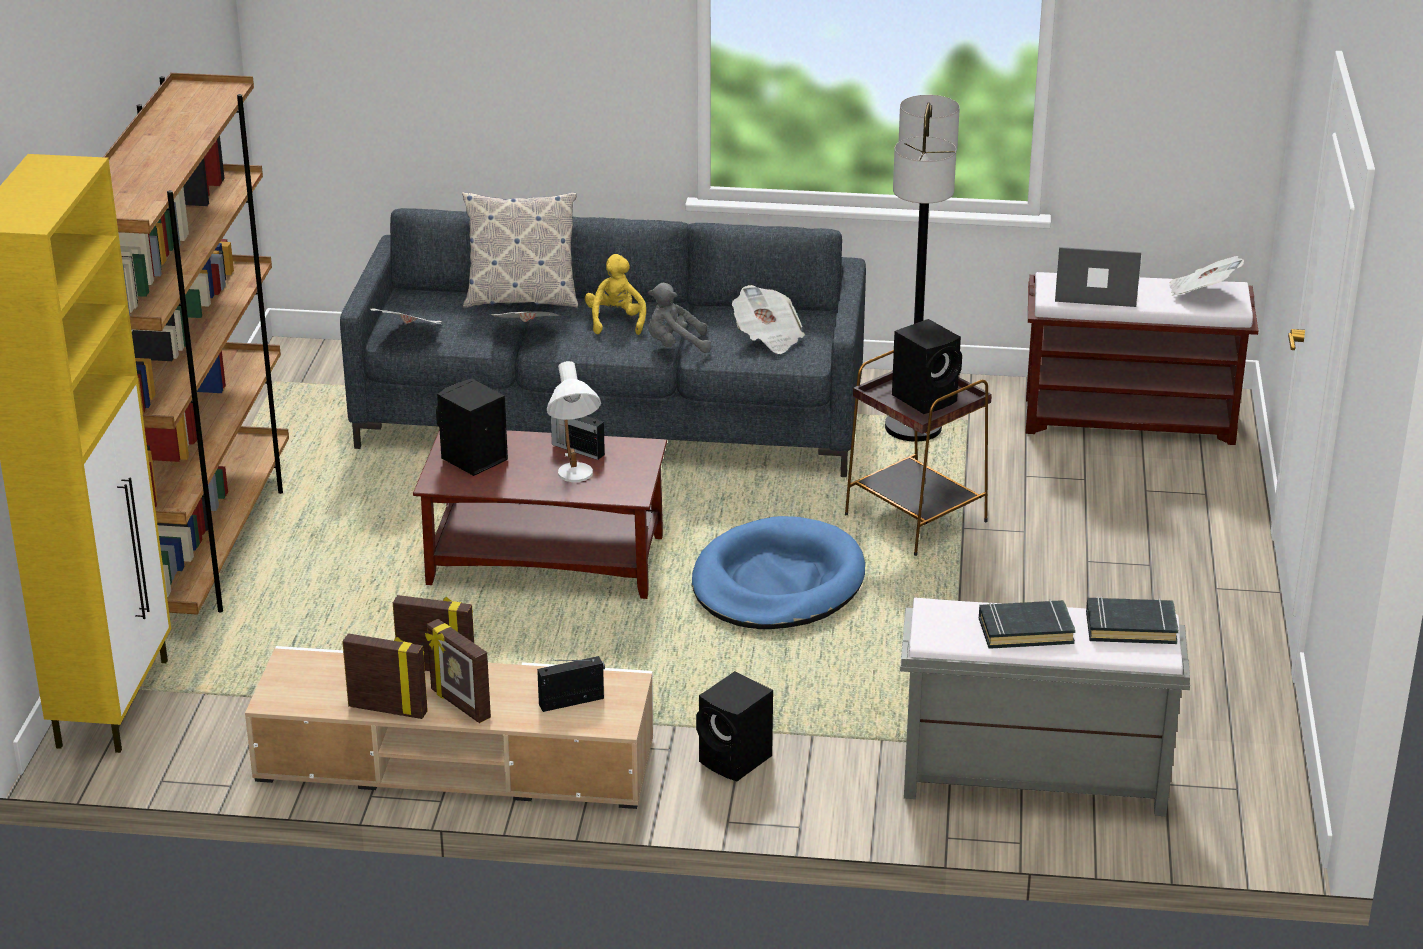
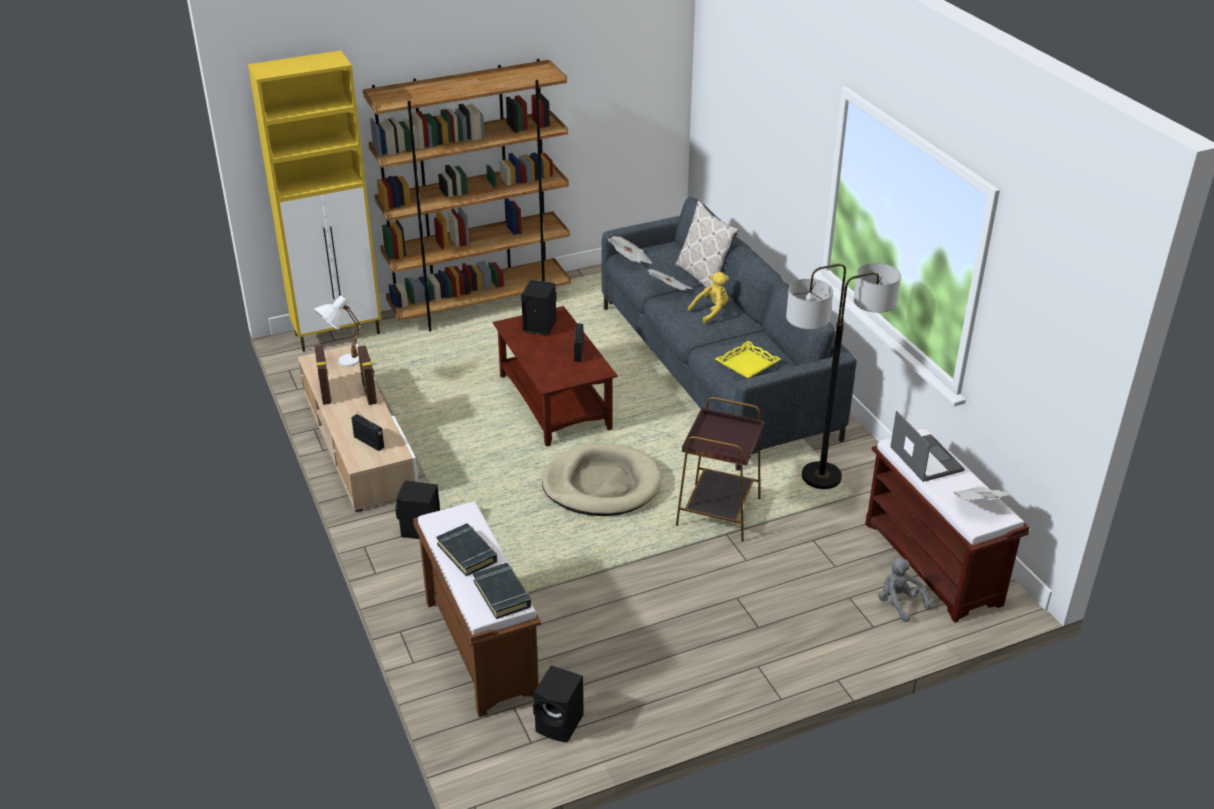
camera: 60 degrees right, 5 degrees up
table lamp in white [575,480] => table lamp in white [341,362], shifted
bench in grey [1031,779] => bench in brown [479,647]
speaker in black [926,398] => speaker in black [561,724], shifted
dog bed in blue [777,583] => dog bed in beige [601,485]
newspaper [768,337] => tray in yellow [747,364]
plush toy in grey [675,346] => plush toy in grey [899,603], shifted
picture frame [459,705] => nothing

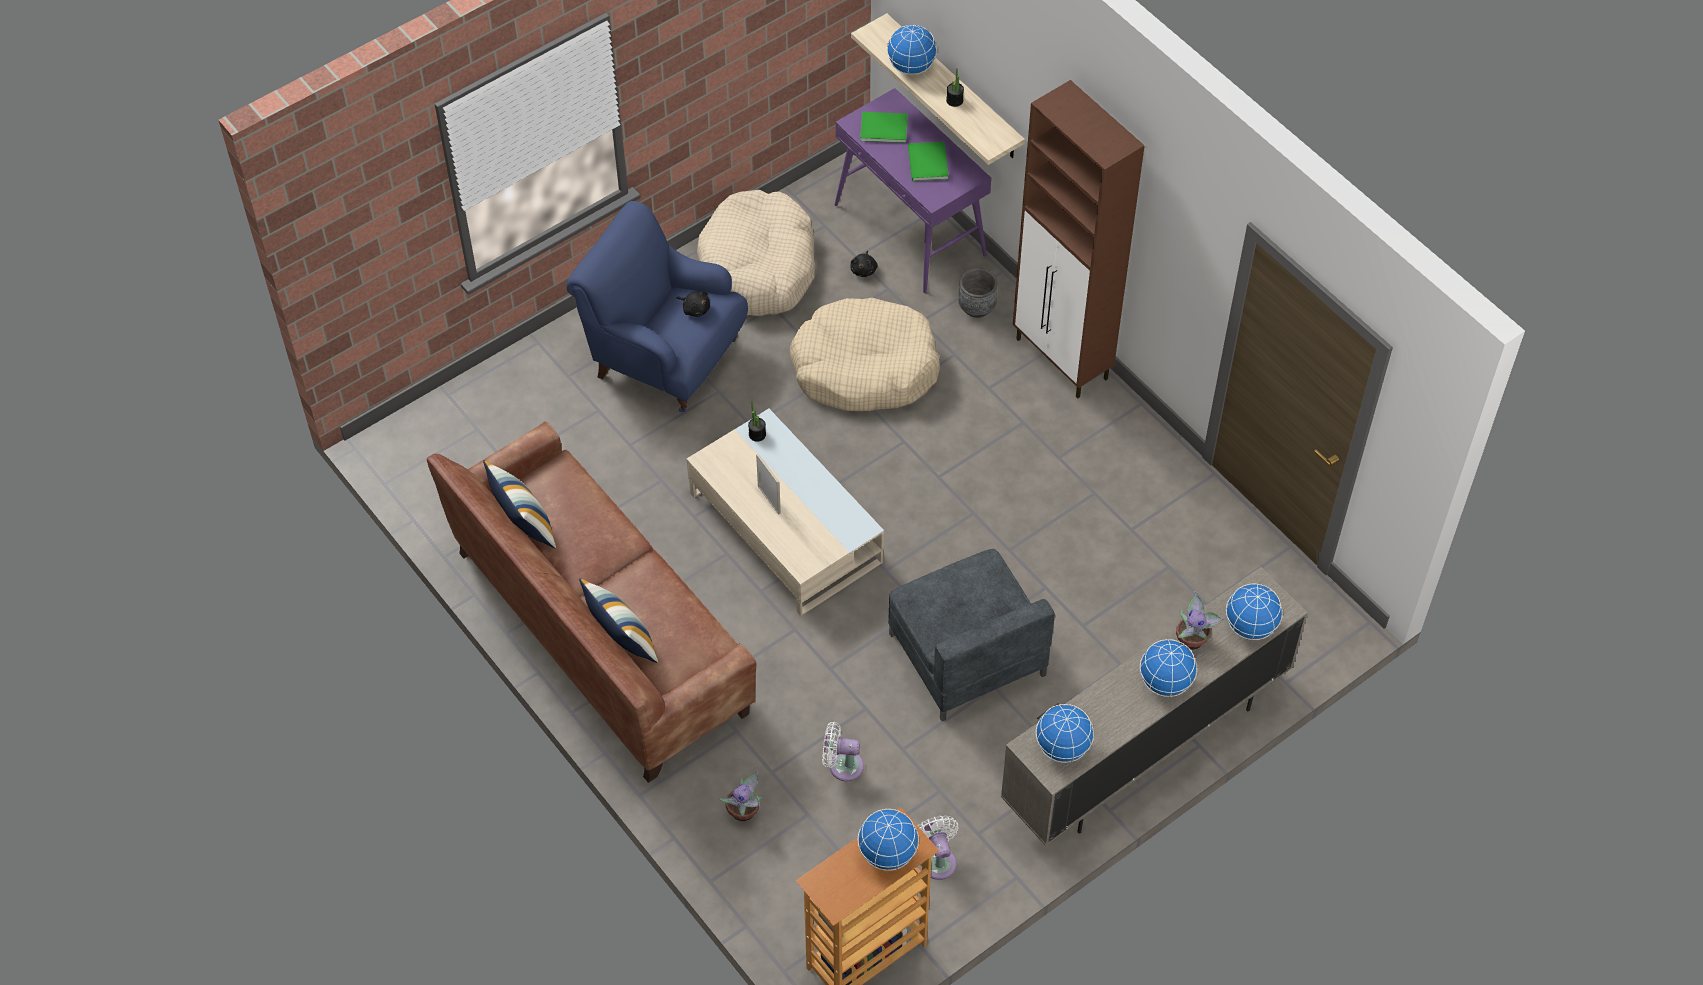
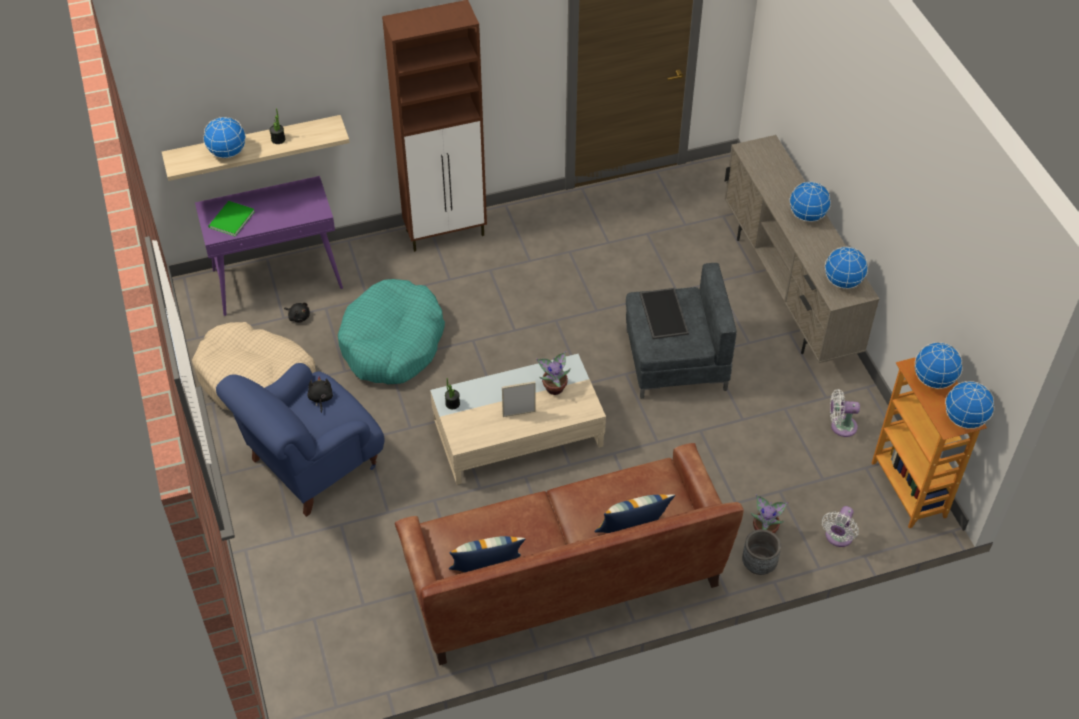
camera: 70 degrees left, 5 degrees down
plush toy in black [695,309] => plush toy in black [320,398], 60 degrees counterclockwise
dog bed in beige [864,368] => dog bed in turquoise [392,343]
potted plant [1193,639] => potted plant [554,387], shifted
nothing => tray [662,313]
planter in grey [976,307] => planter in grey [758,564], shifted
fan in white [842,765] => fan in white [838,537], shifted
globe [1250,627] => globe [964,419], shifted
book in green [926,164] => nothing

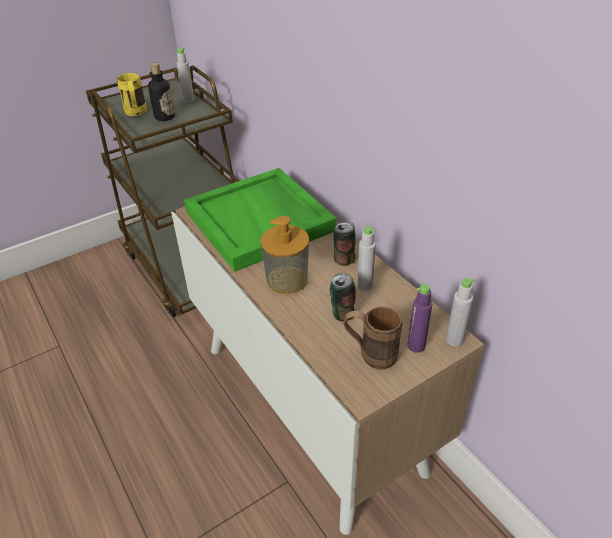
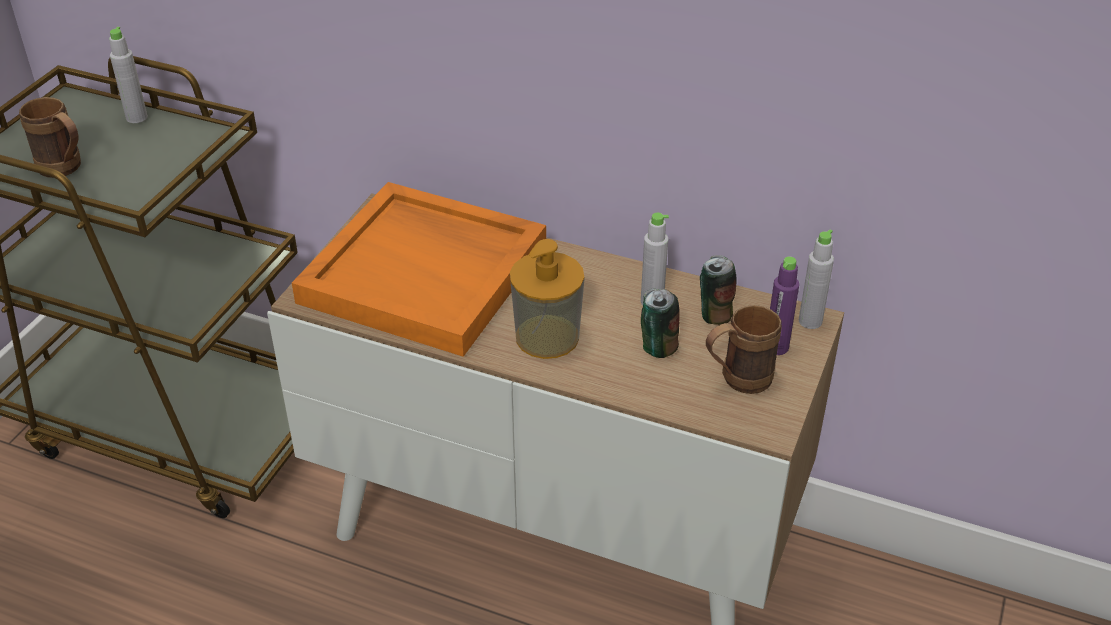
camera: 35 degrees left, 0 degrees up
mug in yellow [136,113] => mug in brown [66,170]
tray in green [261,221] => tray in orange [426,273]
can [344,259] => can [714,314], shifted
bottle [164,117] => nothing

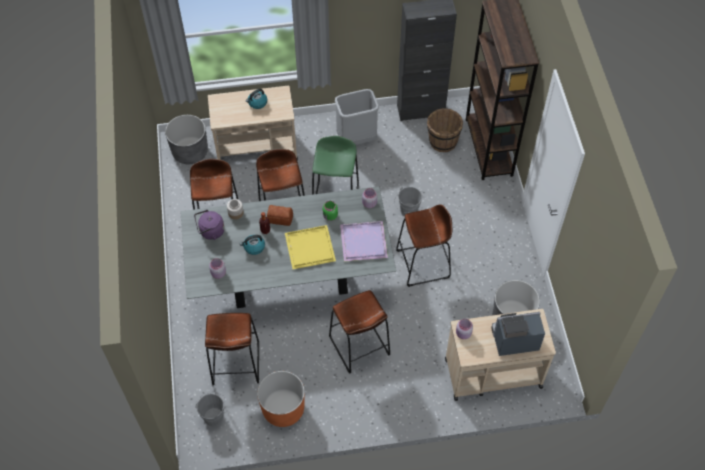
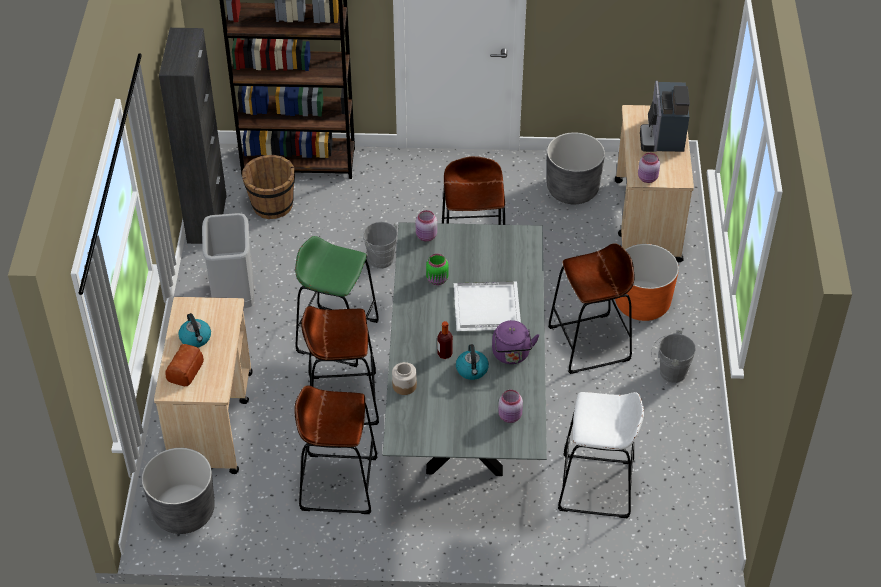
camera: 80 degrees left, 10 degrees down
bread [280,218] => bread [186,370], shifted
tray in yellow [309,247] => tray in white [485,309]
kettle in purple [210,232] => kettle in purple [511,355], shifted
stool in brown [235,363] => stool in white [596,486]
planter in orange [283,409] => planter in orange [642,303], shifted
bucket in grey [214,415] => bucket in grey [669,372], shifted
tray in purple [363,243] => nothing

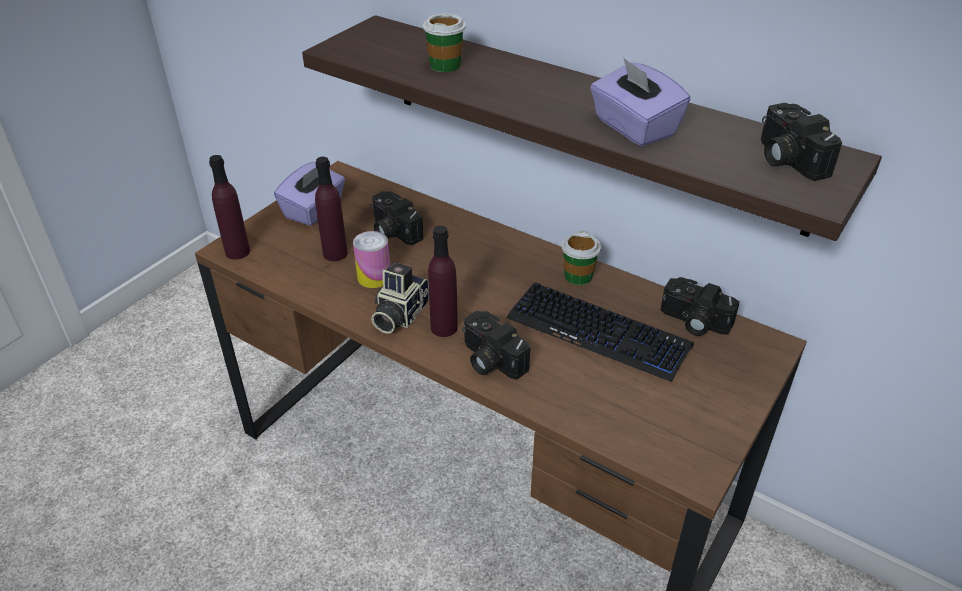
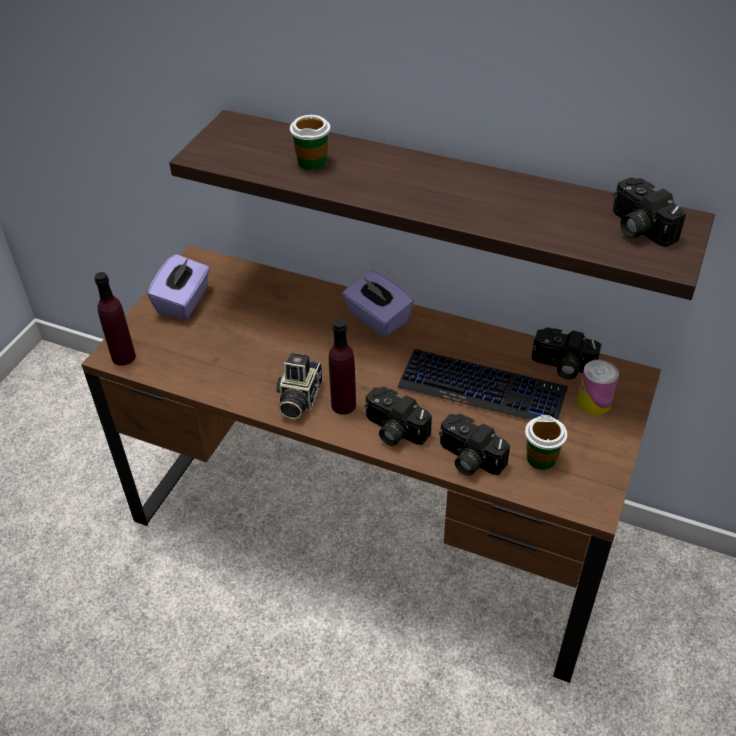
camera: 10 degrees left, 5 degrees up
tissue box in purple [633,128] => tissue box in purple [377,319], shifted
photo camera [392,231] => photo camera [468,459], shifted
cup [578,276] => cup [541,458], shifted
can [374,277] => can [594,403], shifted
bottle in purple [335,254] => nothing

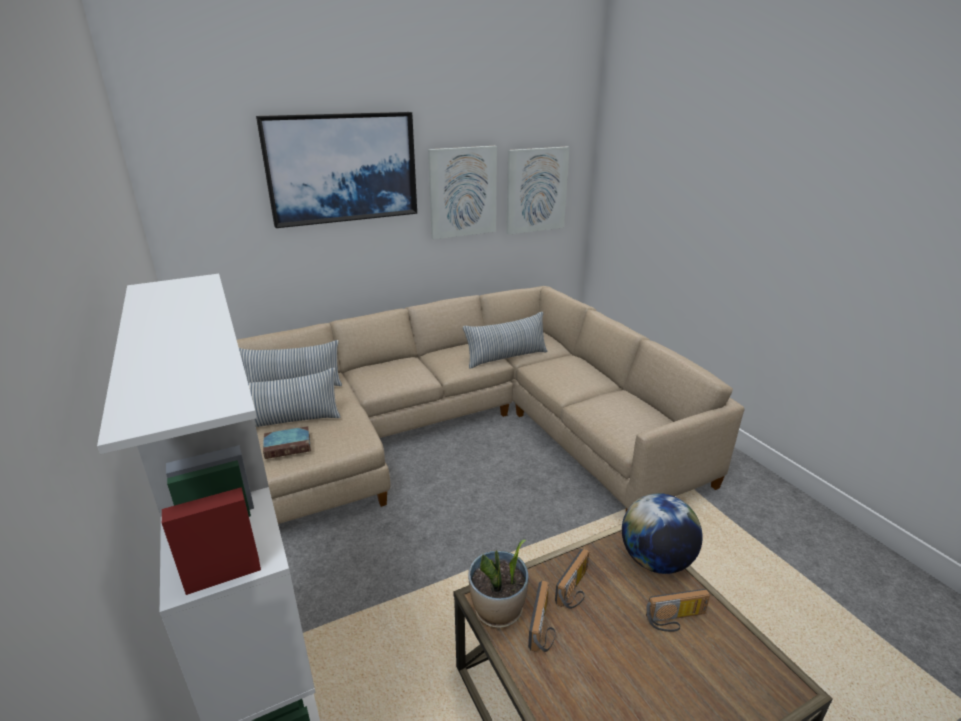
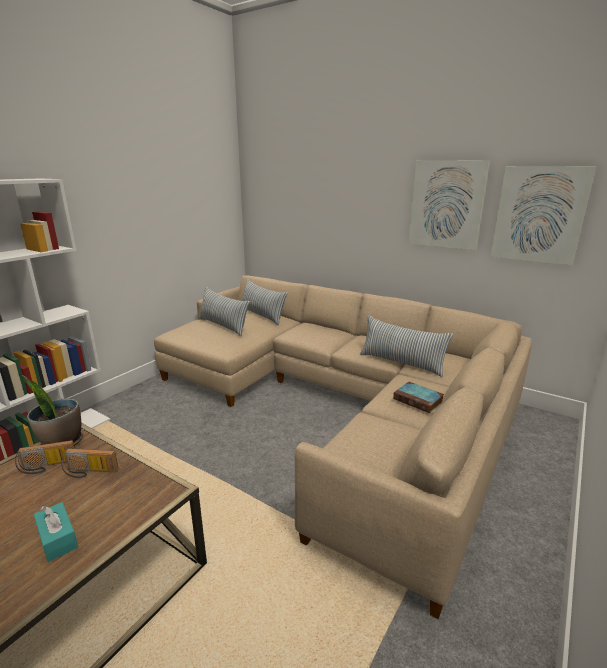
camera: 60 degrees right, 5 degrees down
radio [676,620] => tissue box in turquoise [58,538]
book [289,445] => book [419,400], shifted
picture [342,168] => nothing
globe [655,560] => nothing

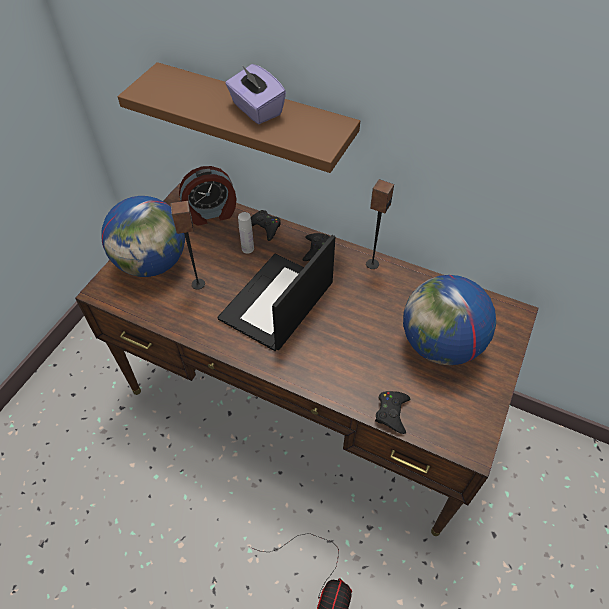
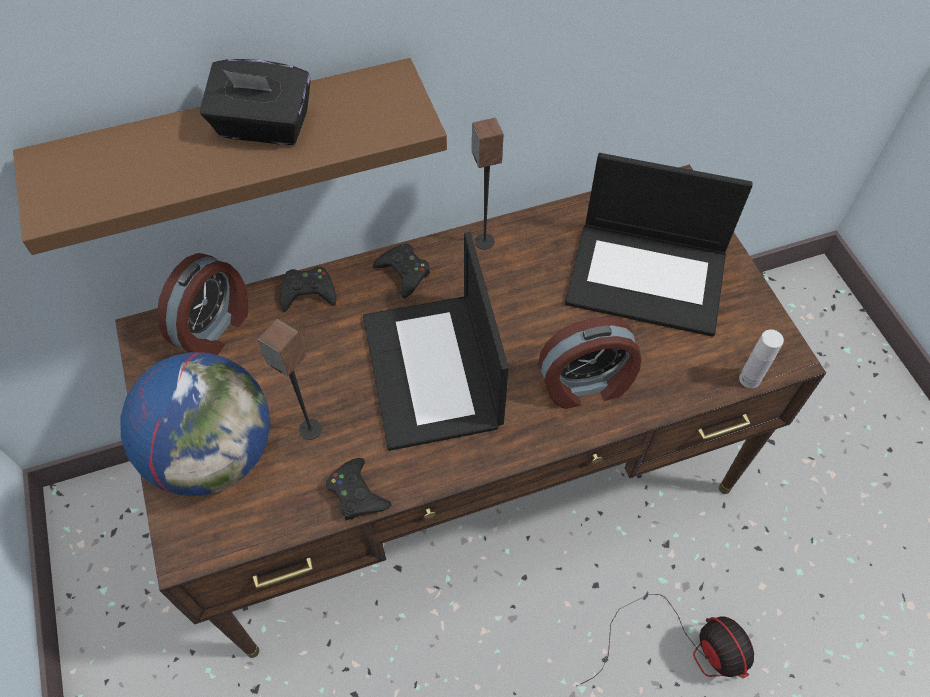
camera: 45 degrees left, 5 degrees up
tissue box in purple [256,109] => tissue box in black [263,127]
game controller in black [392,413] => game controller in black [357,493], shifted
nothing => alarm clock [586,385]
globe [440,345] => laptop [648,277]
bottle in white [247,248] => bottle in white [749,379], shifted

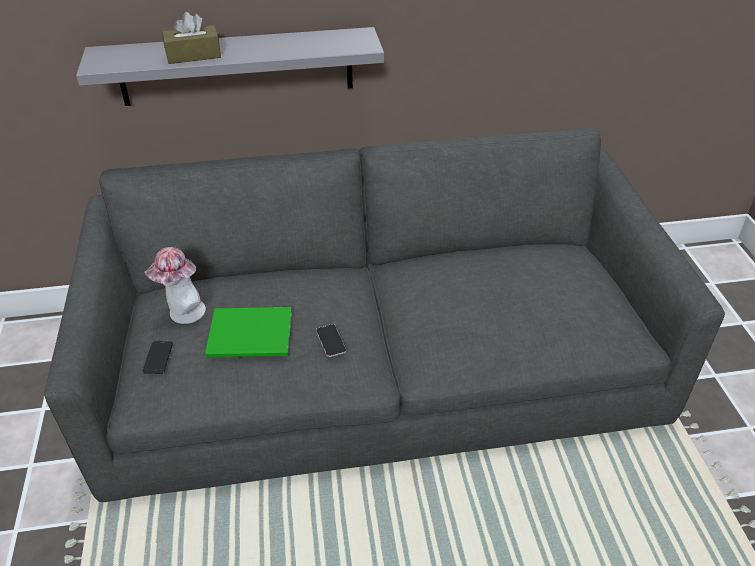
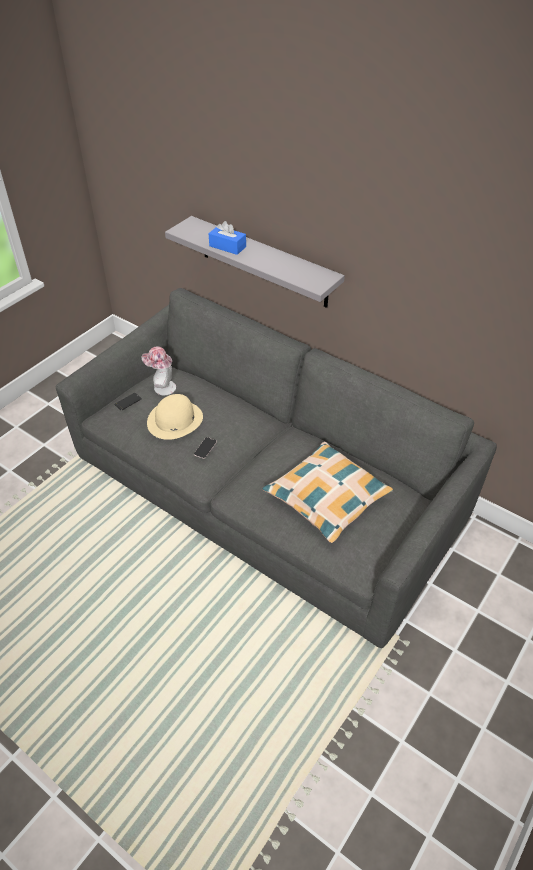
camera: 45 degrees right, 5 degrees up
book in green [253,336] => hat in beige [175,420]
tissue box in brown [193,55] => tissue box in blue [227,246]
nothing => pillow [326,497]

